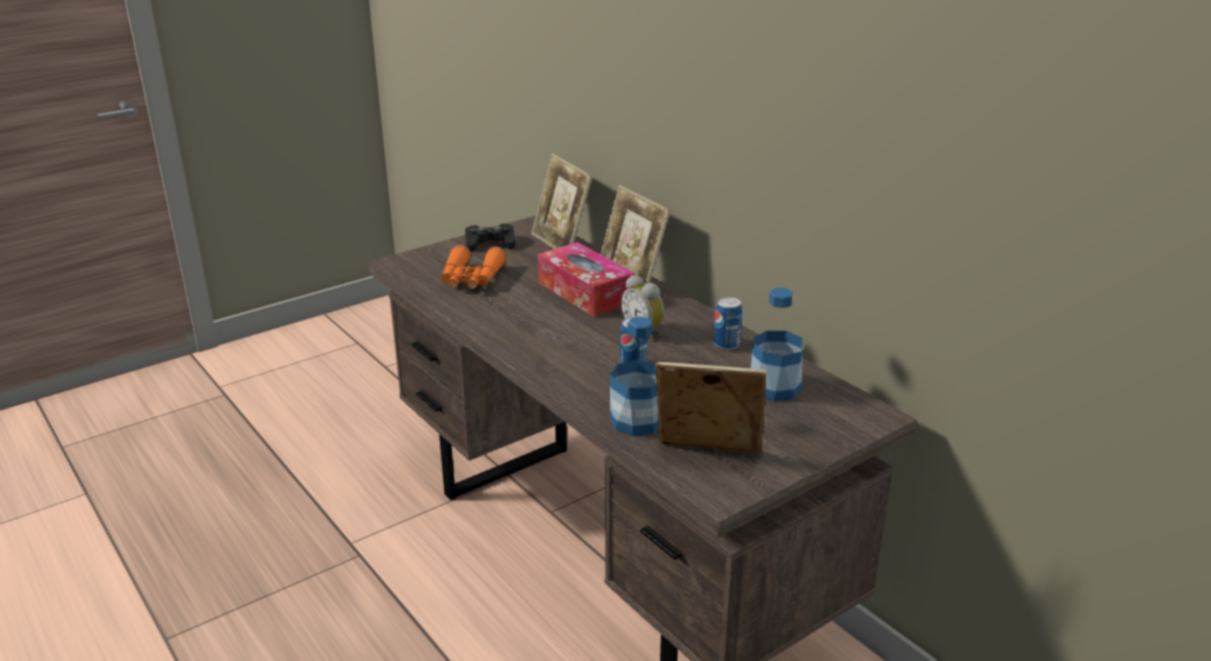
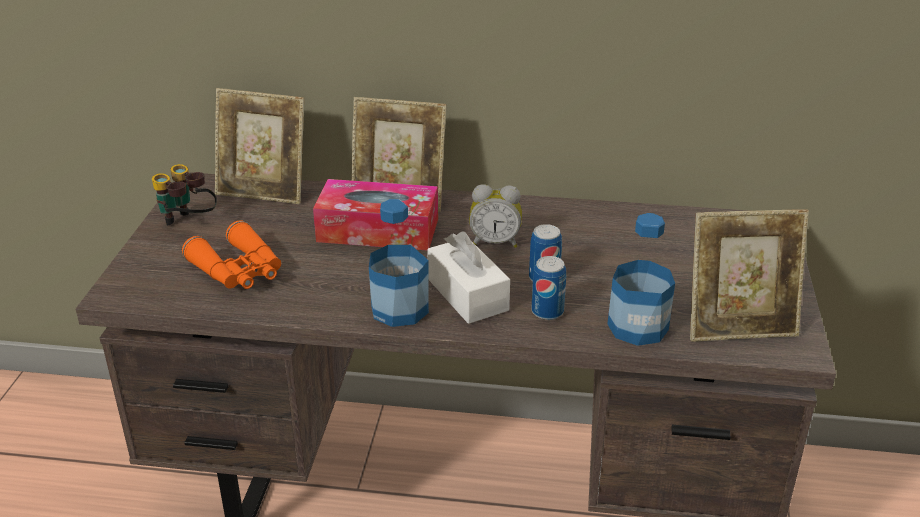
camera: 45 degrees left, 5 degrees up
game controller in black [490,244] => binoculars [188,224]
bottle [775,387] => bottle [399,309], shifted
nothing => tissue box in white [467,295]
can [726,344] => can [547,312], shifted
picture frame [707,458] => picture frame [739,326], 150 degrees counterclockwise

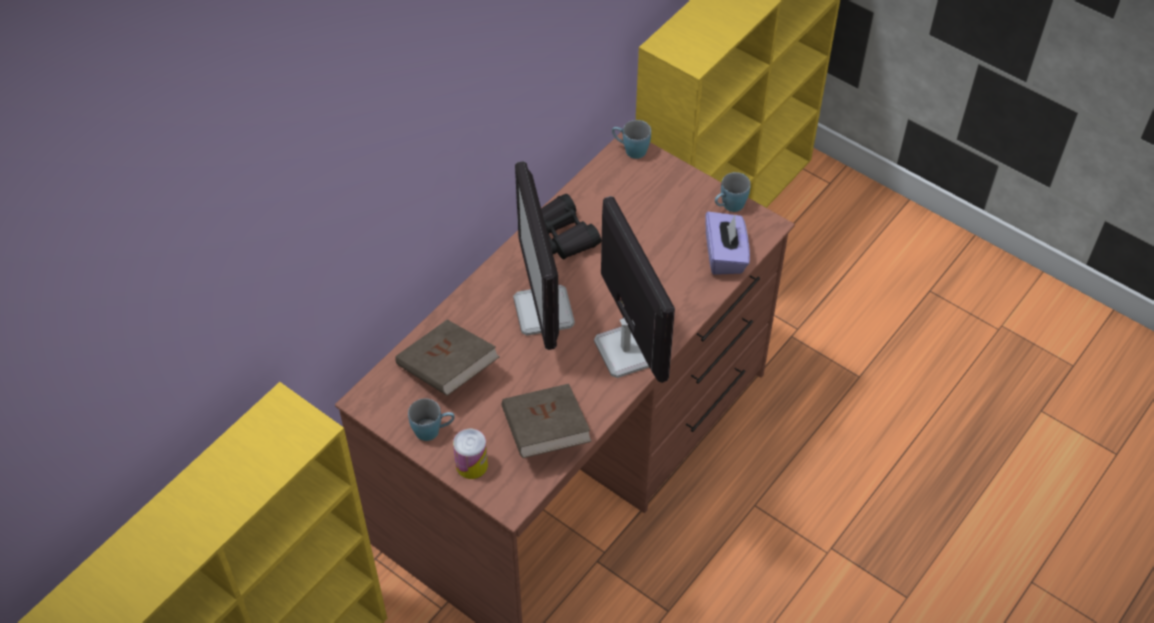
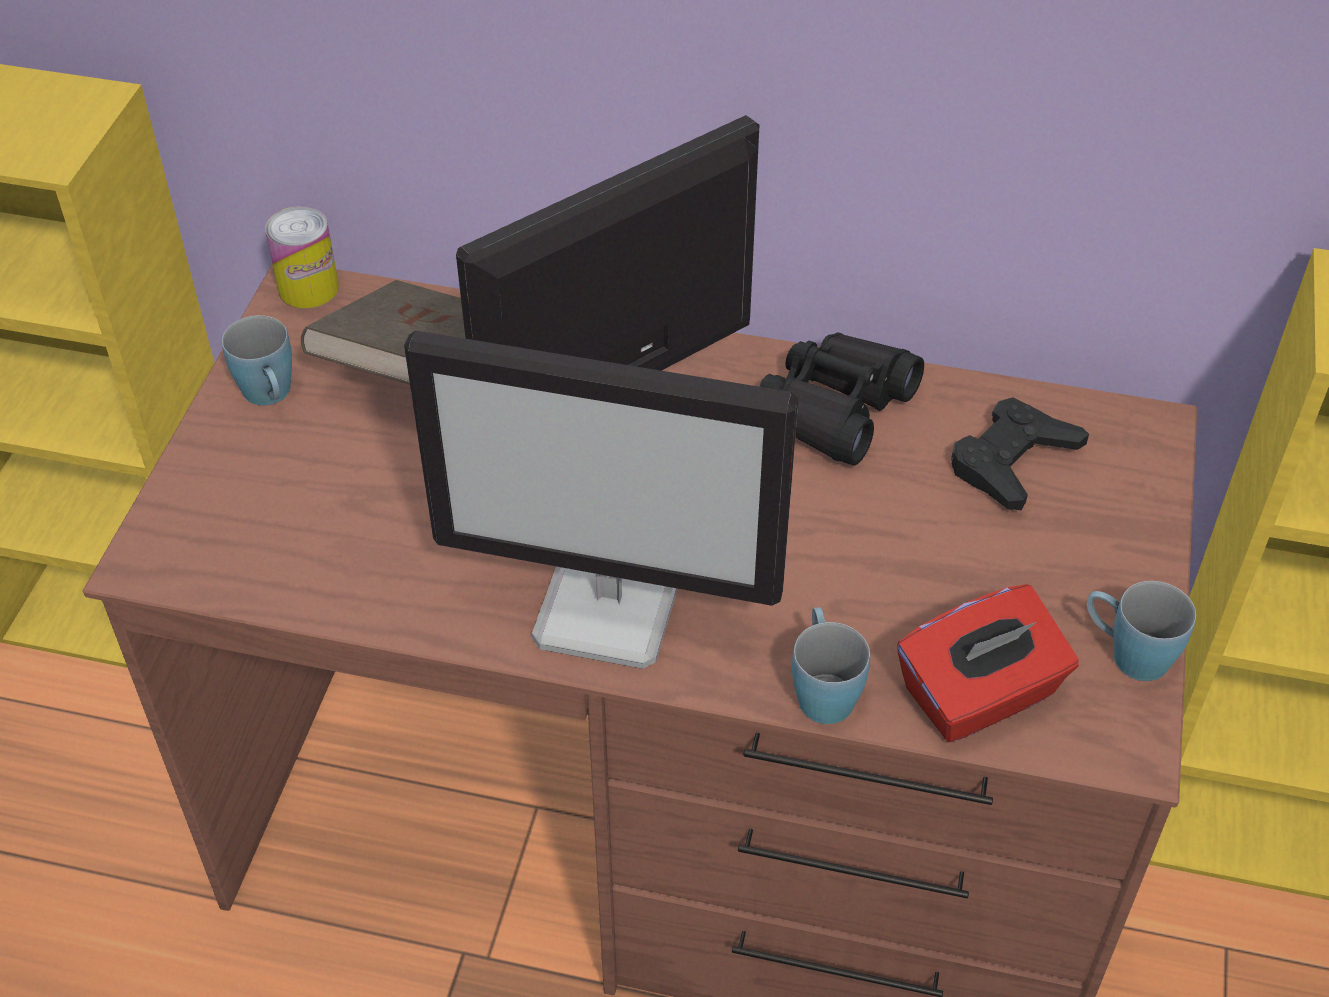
camera: 65 degrees right, 5 degrees down
can [471,465] => can [308,288], shifted
monitor [626,349] => monitor [611,610], 60 degrees clockwise
mug in blue [630,150] => mug in blue [822,689], shifted
tissue box in purple [725,255] => tissue box in red [979,695]
nothing => game controller in black [1012,461]
book in brown [545,433] => nothing

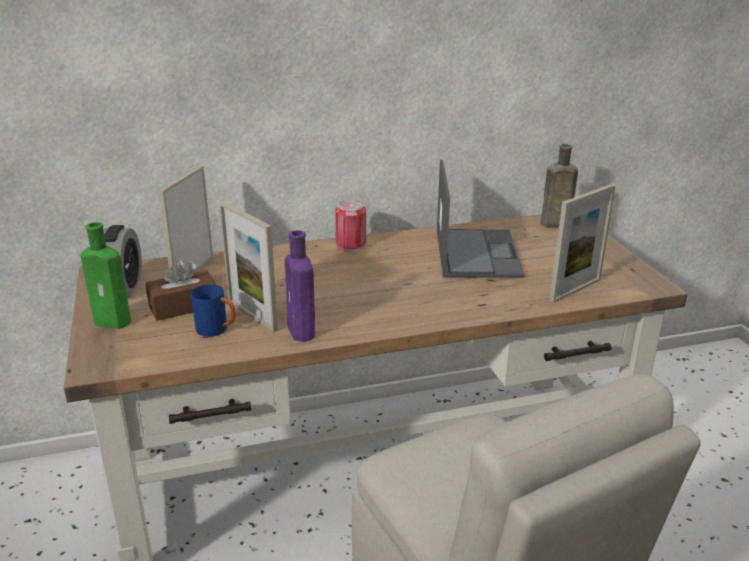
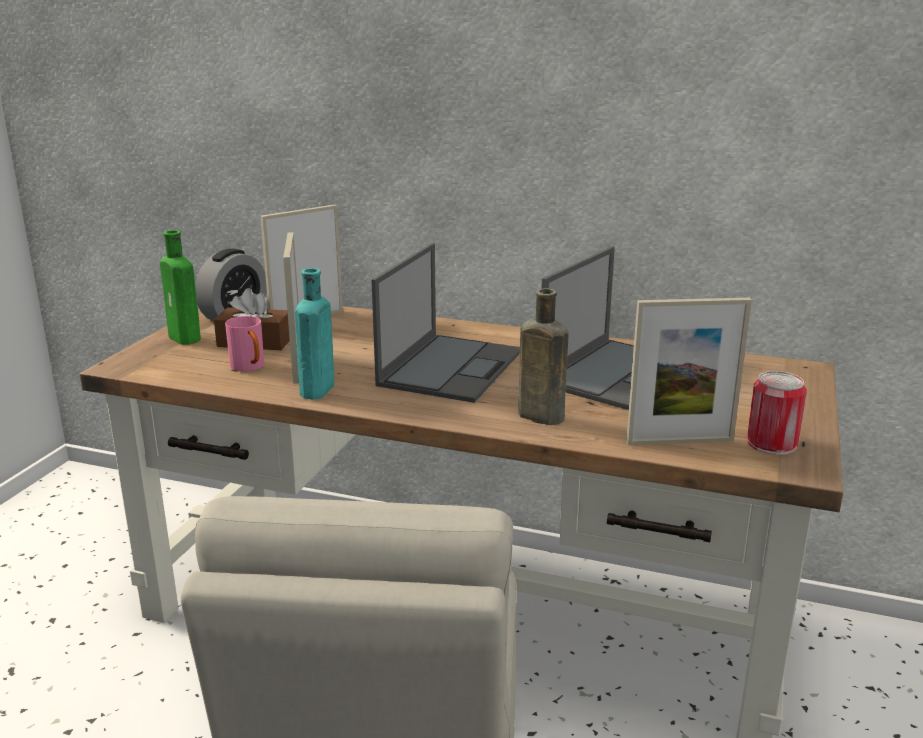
camera: 35 degrees right, 5 degrees down
mug in blue [217,330] => mug in pink [250,368]
bottle in purple [302,333] => bottle in turquoise [316,391]
nothing => laptop [451,367]
bottle in brown [553,224] => bottle in brown [537,416], shifted
can [351,245] => can [771,443], shifted

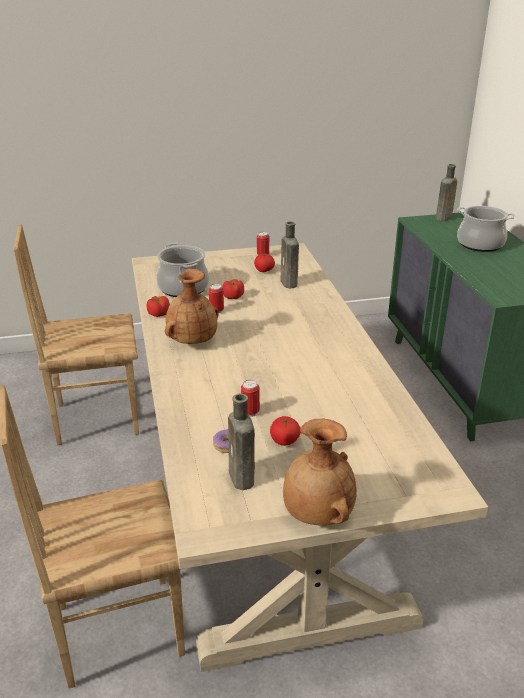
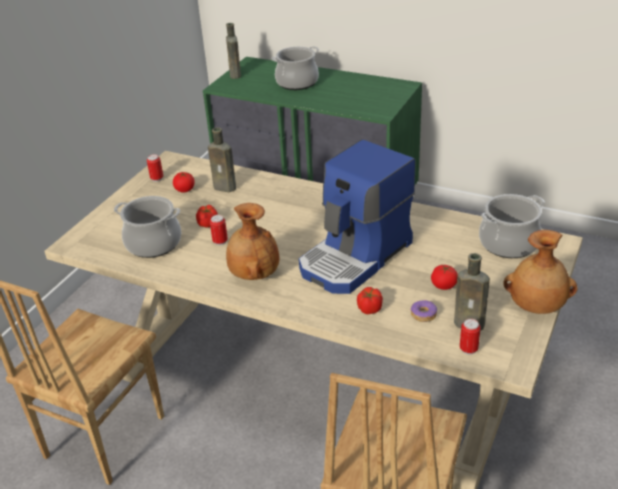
camera: 50 degrees left, 5 degrees up
nothing => coffee machine [356,257]
tomato [158,314] => tomato [369,309], shifted
can [250,412] => can [468,349], shifted
nothing => cooking pot [508,243]

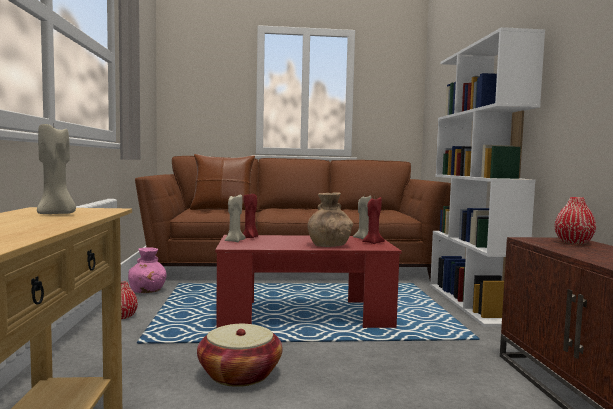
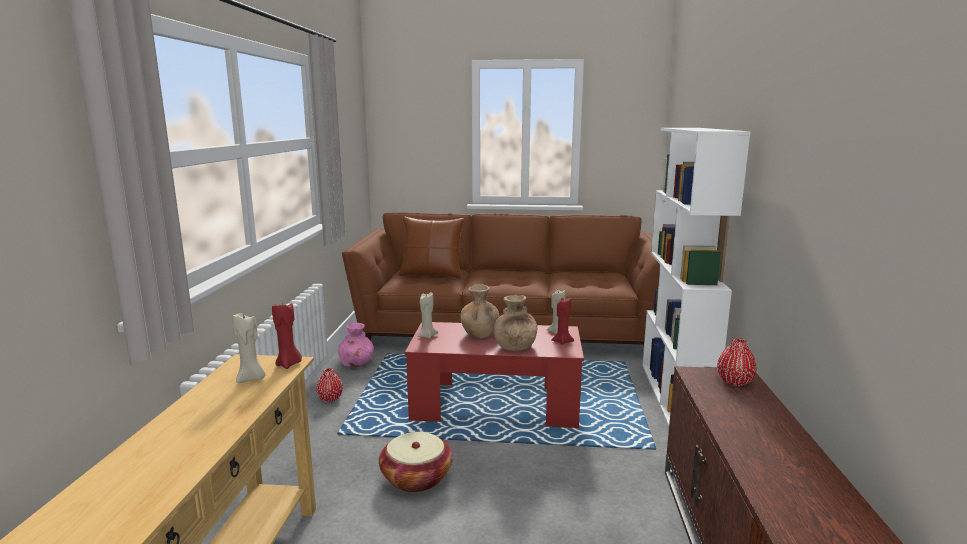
camera: 10 degrees right, 10 degrees up
candle in red [250,238] => candle in red [289,364], shifted
nothing => vase in brown [479,334]

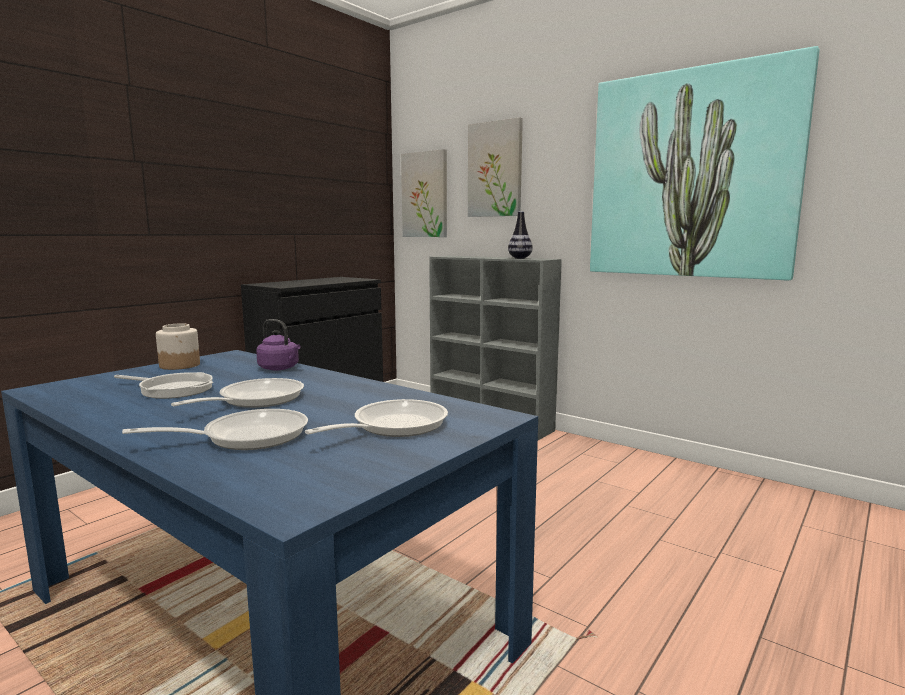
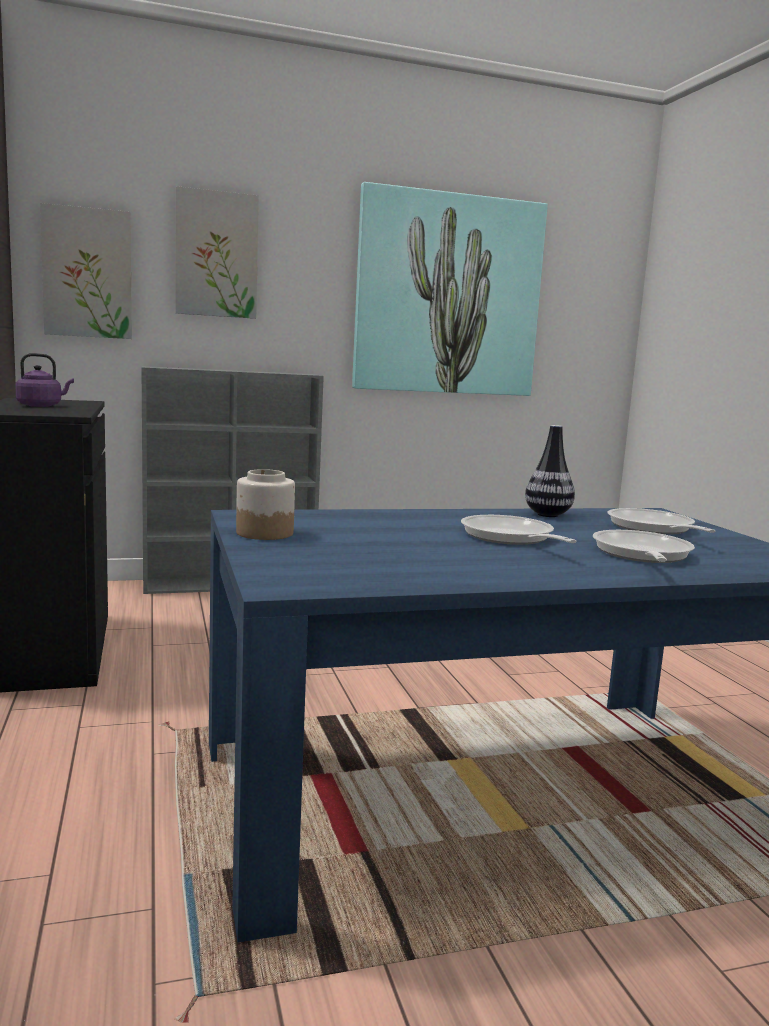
camera: 55 degrees left, 0 degrees up
kettle in purple [280,368] => kettle in purple [42,406], shifted
vase [519,258] => vase [547,515], shifted
frying pan [173,389] => nothing

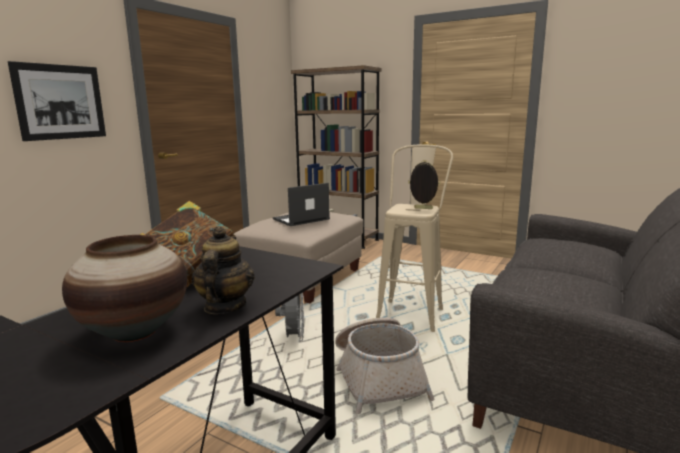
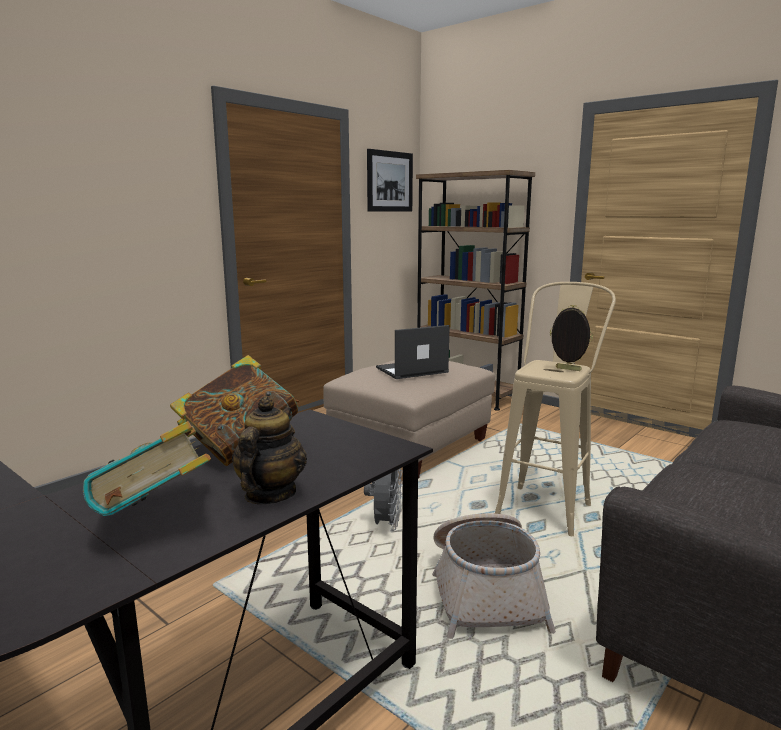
camera: 10 degrees right, 0 degrees up
vase [135,332] => book [159,518]
picture [60,102] => picture [389,181], shifted

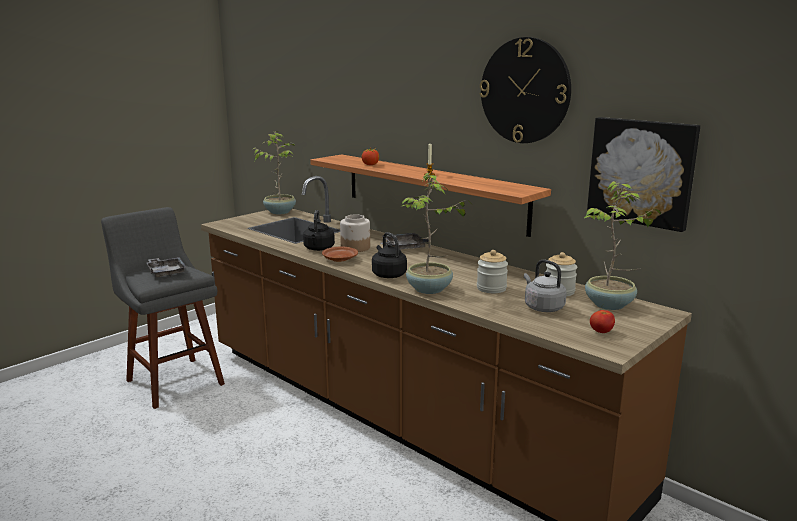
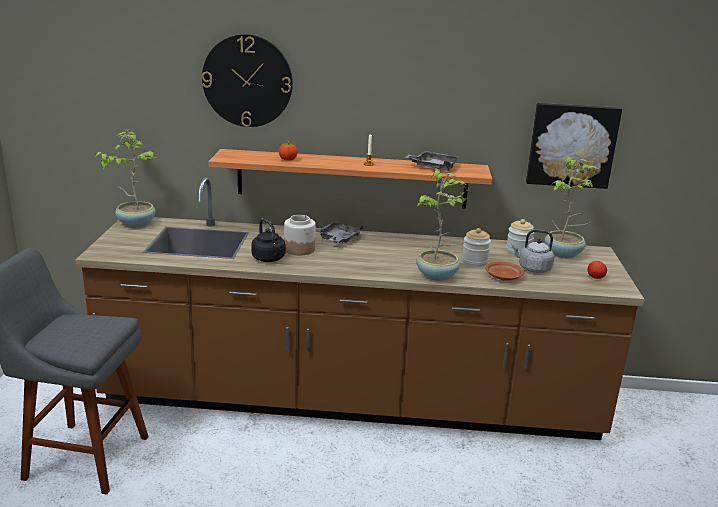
camera: 40 degrees left, 5 degrees up
wall clock [525,91] => wall clock [247,81], shifted
tray in grey [166,272] => tray in grey [433,167], shifted
plate in brown [339,259] => plate in brown [503,277], shifted
kettle in black [388,274] => nothing

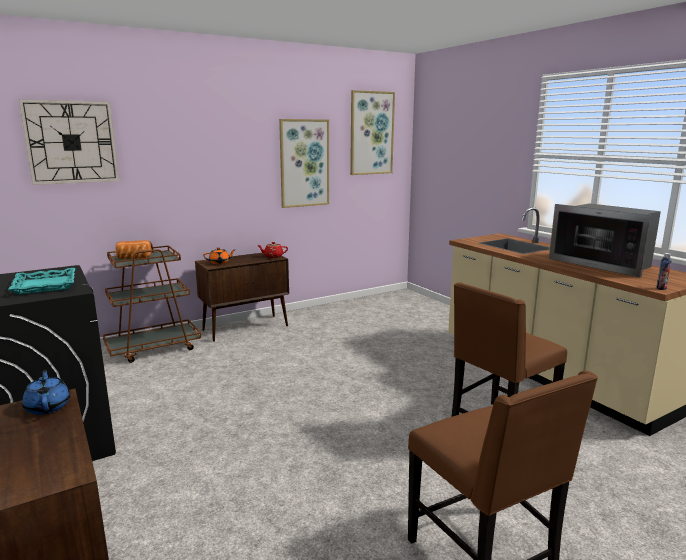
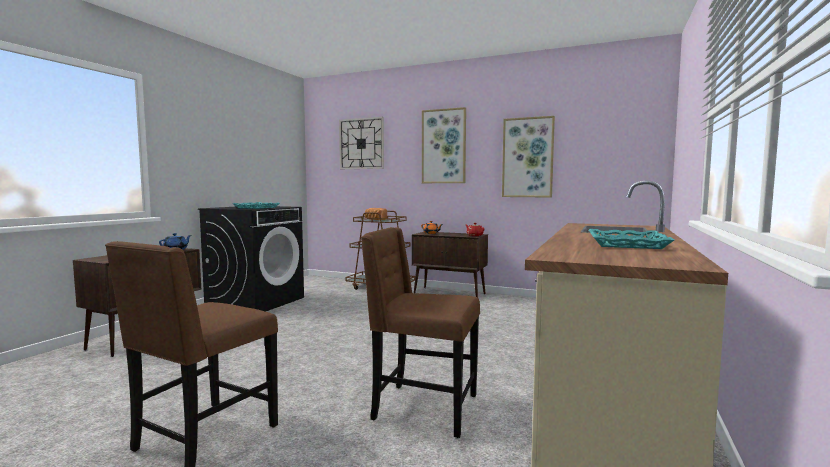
camera: 55 degrees right, 10 degrees down
picture [371,133] => picture [444,146], shifted
microwave [603,263] => tray in turquoise [627,244]
bottle [661,288] => nothing

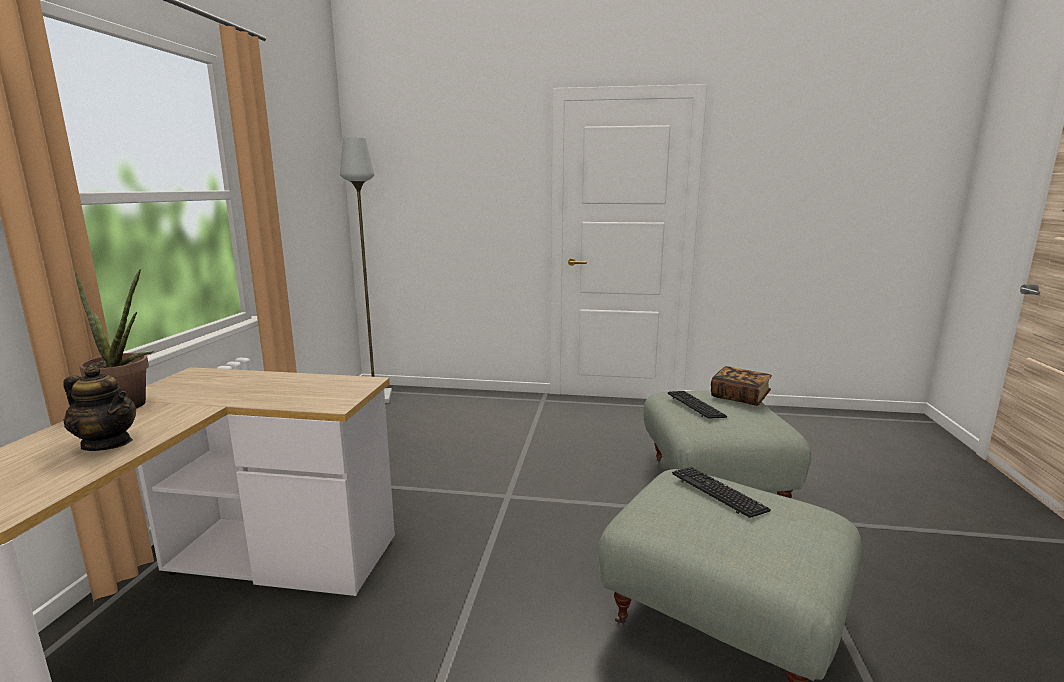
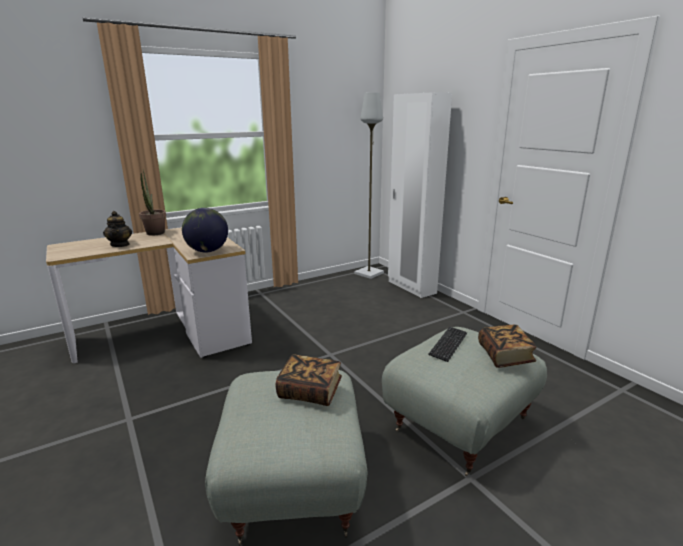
camera: 50 degrees right, 5 degrees up
nothing => globe [207,251]
keyboard [718,493] => book [310,391]
nothing => wardrobe in white [411,287]

